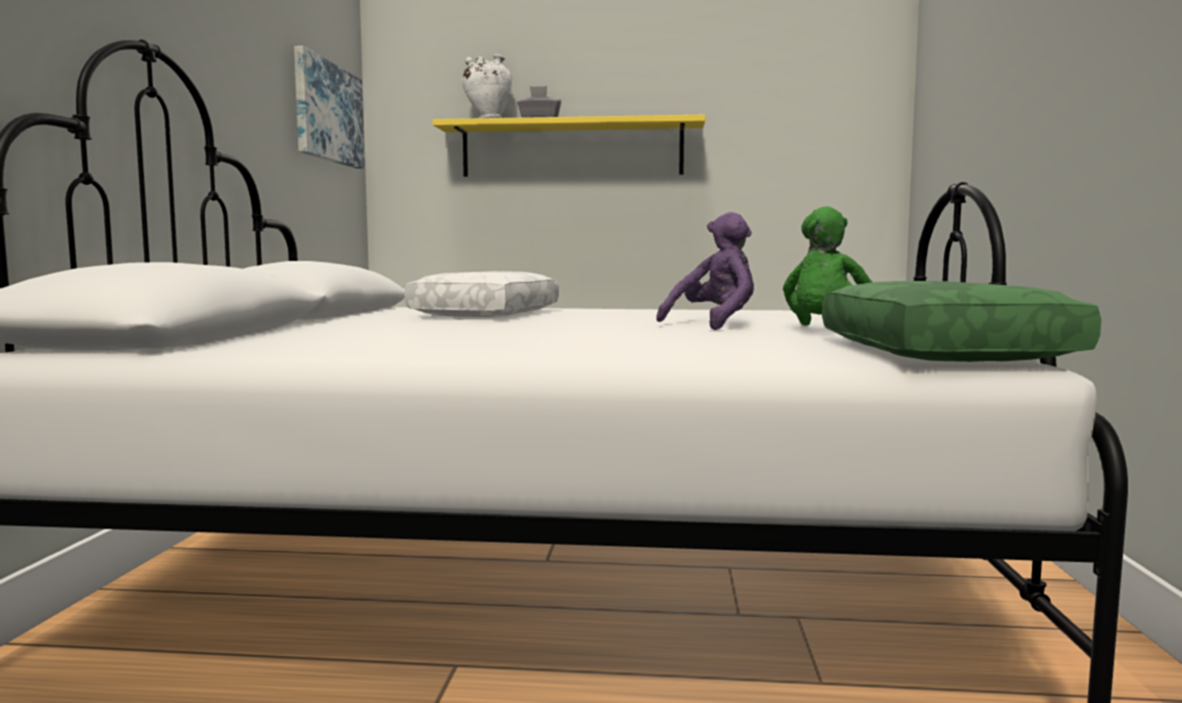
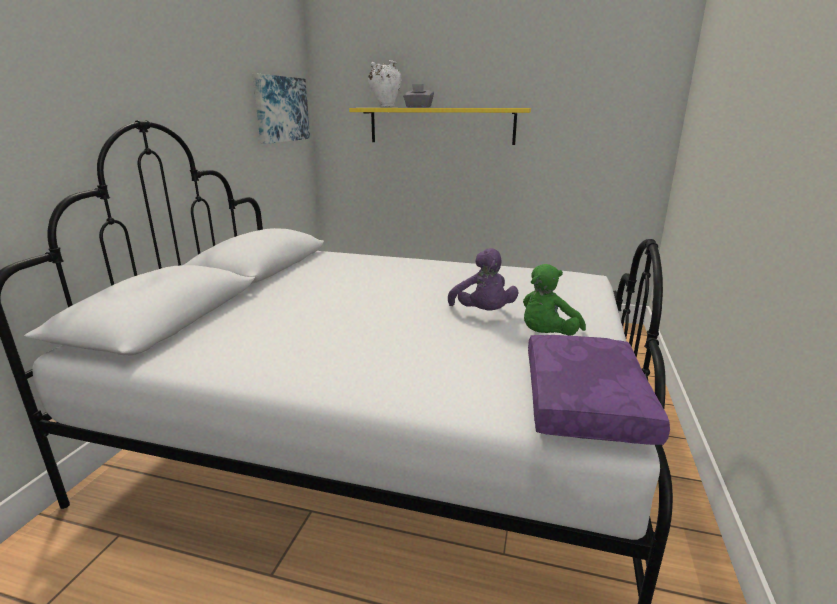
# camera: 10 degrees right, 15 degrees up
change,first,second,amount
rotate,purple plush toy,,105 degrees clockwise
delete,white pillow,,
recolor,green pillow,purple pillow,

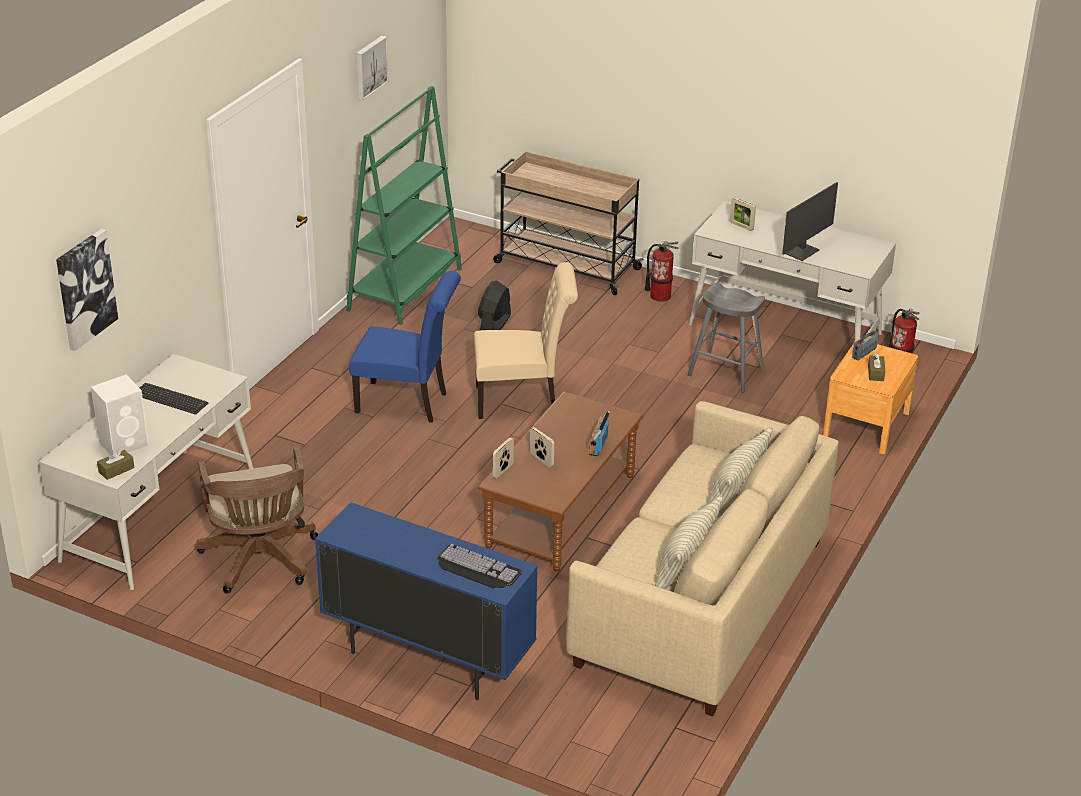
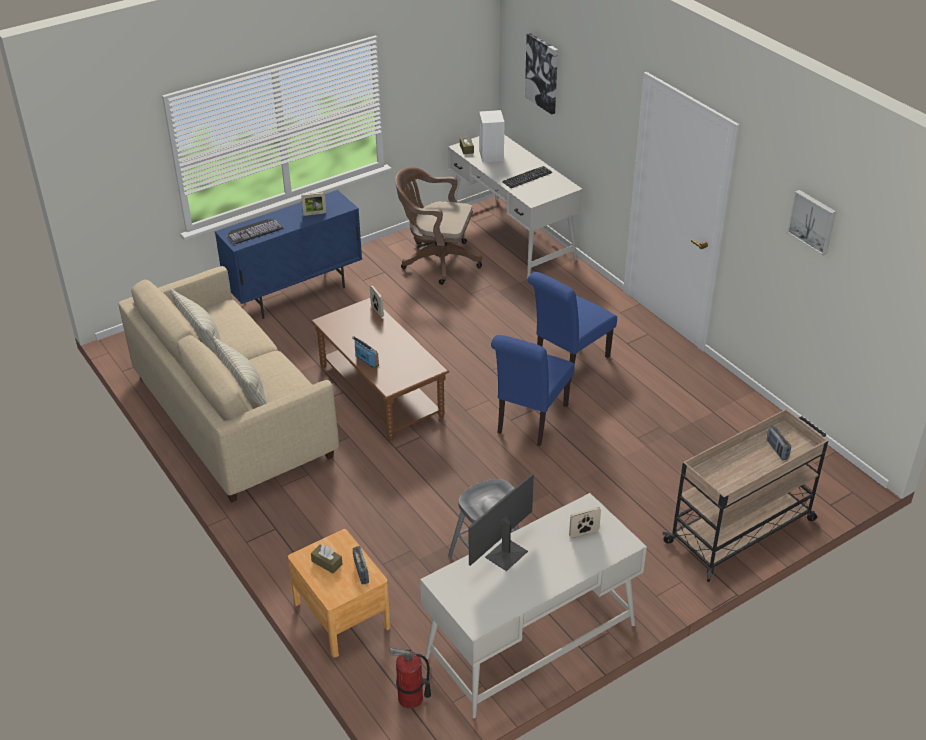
# camera: 120 degrees right, 5 degrees up
change,first,second,amount
delete,green bookcase,,
rotate,monitor,,60 degrees clockwise
delete,fire extinguisher (1st from left),,
recolor,beige chair,blue chair (1st from left),
delete,black fan,,
move,picture frame (2nd from left in the first image),picture frame (1st from left),
insert,,radio (3rd from left),

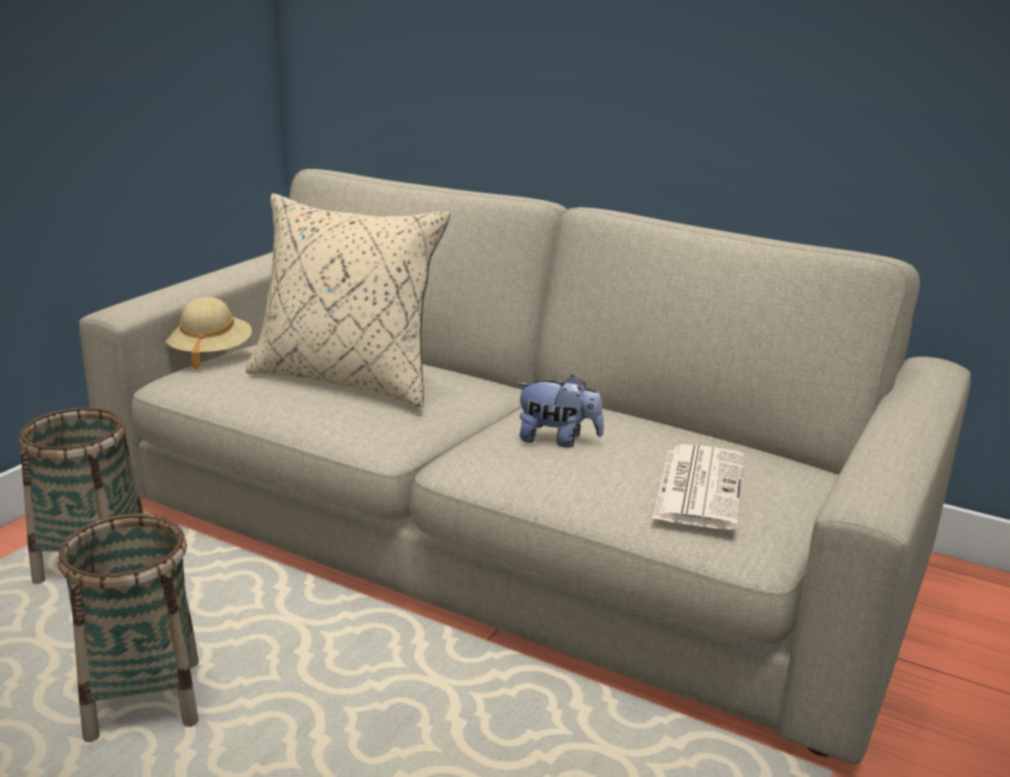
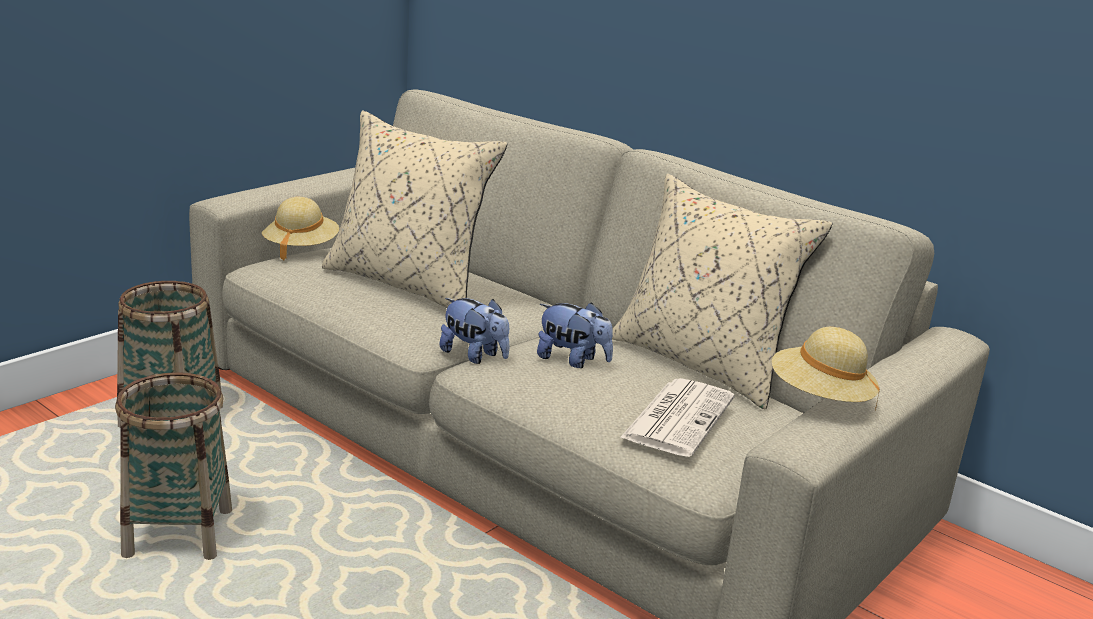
# camera: 10 degrees right, 0 degrees up
change,first,second,amount
insert,,beige pillow (2nd from left),
insert,,plush toy (1st from left),
insert,,beige hat (2nd from left),

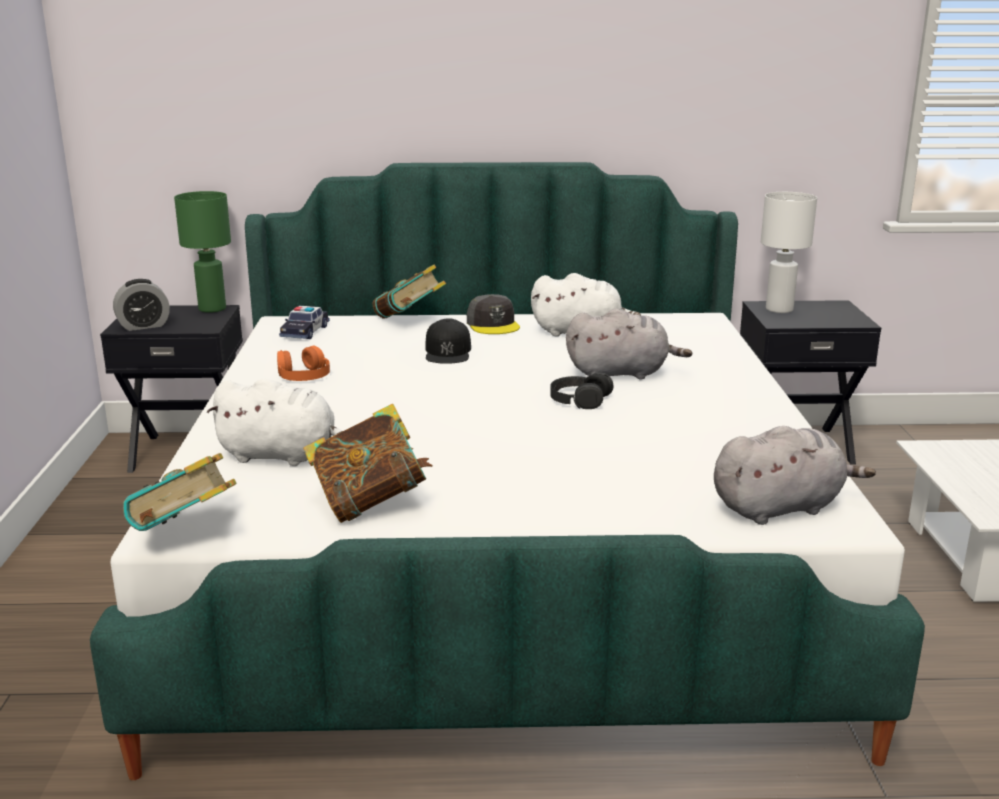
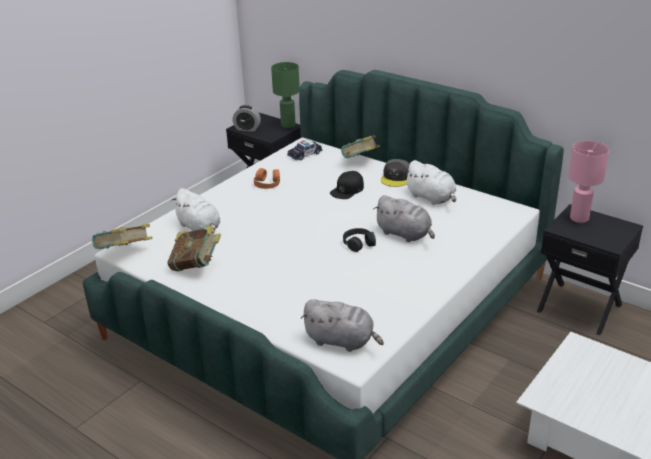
# camera: 40 degrees right, 10 degrees up
change,first,second,amount
recolor,white table lamp,pink table lamp,

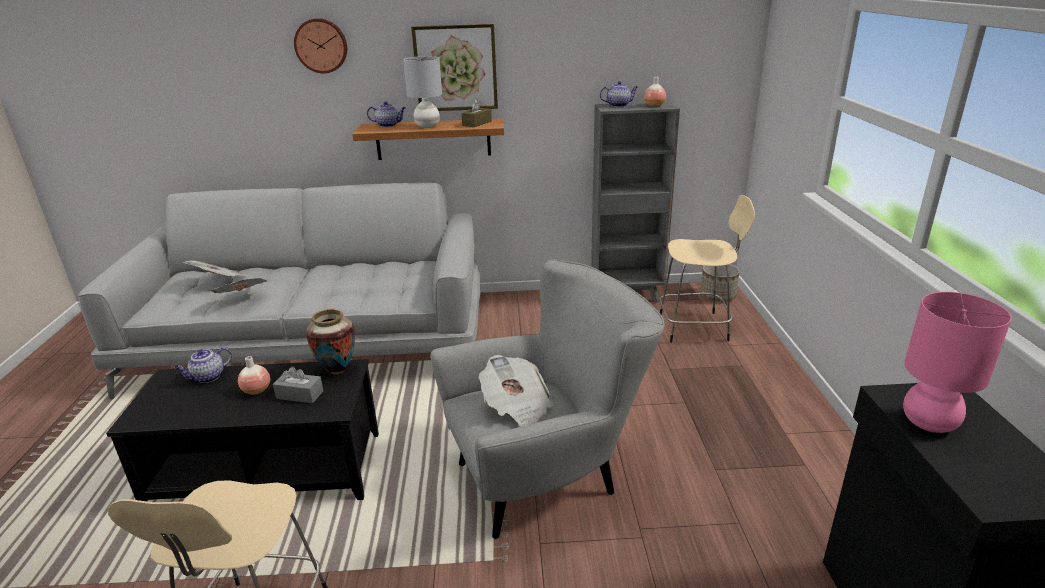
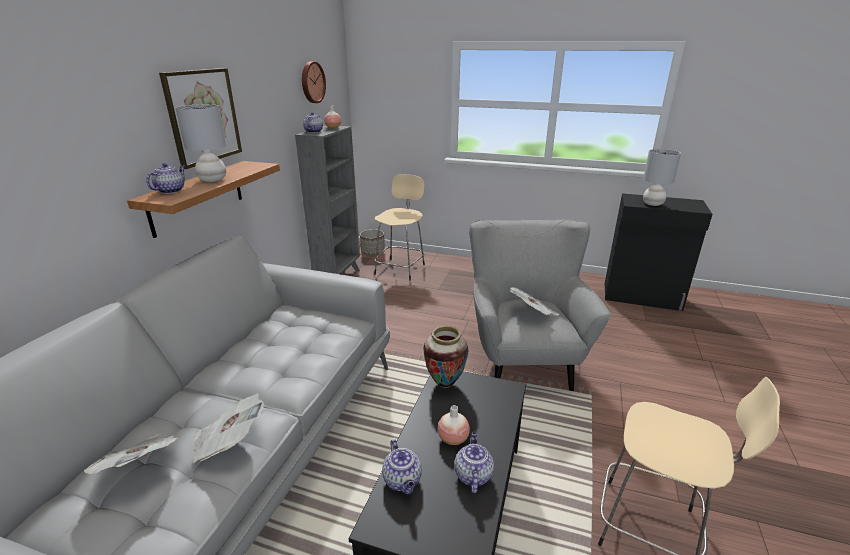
# camera: 70 degrees left, 0 degrees up
change,first,second,amount
move,wall clock,,
delete,brown tissue box,,
recolor,pink table lamp,grey table lamp (2nd from left),
delete,grey tissue box,,
insert,,teapot (4th from left),

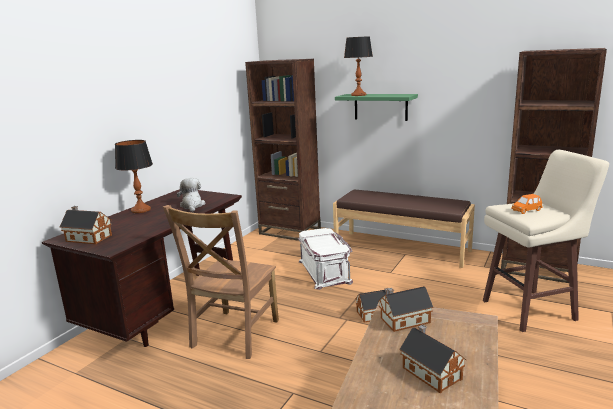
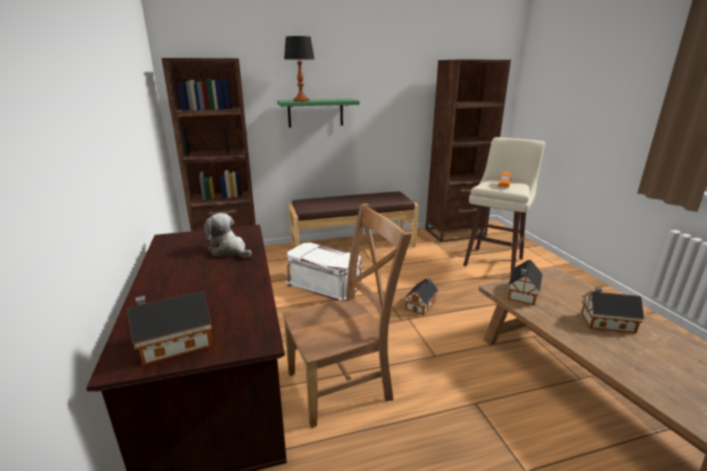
# camera: 45 degrees left, 5 degrees up
change,first,second,amount
delete,table lamp (1st from left),,
rotate,brown chair,,90 degrees counterclockwise

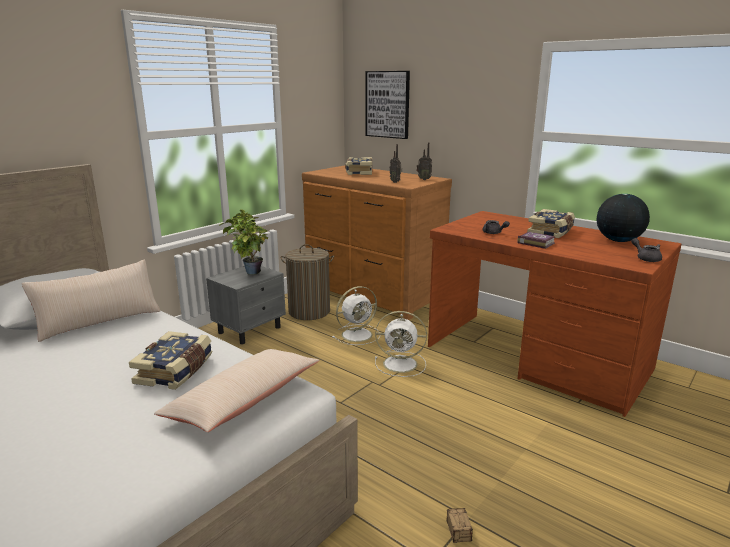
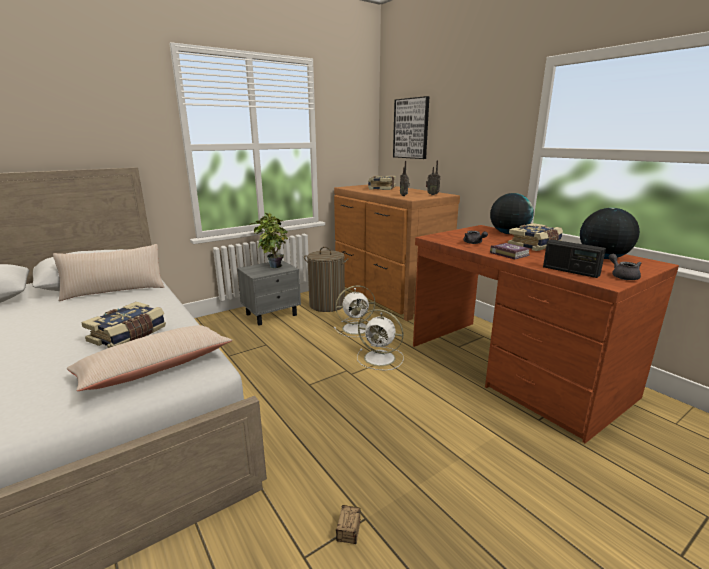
# camera: 15 degrees right, 0 degrees up
change,first,second,amount
insert,,globe (1st from left),
insert,,radio (3rd from left),

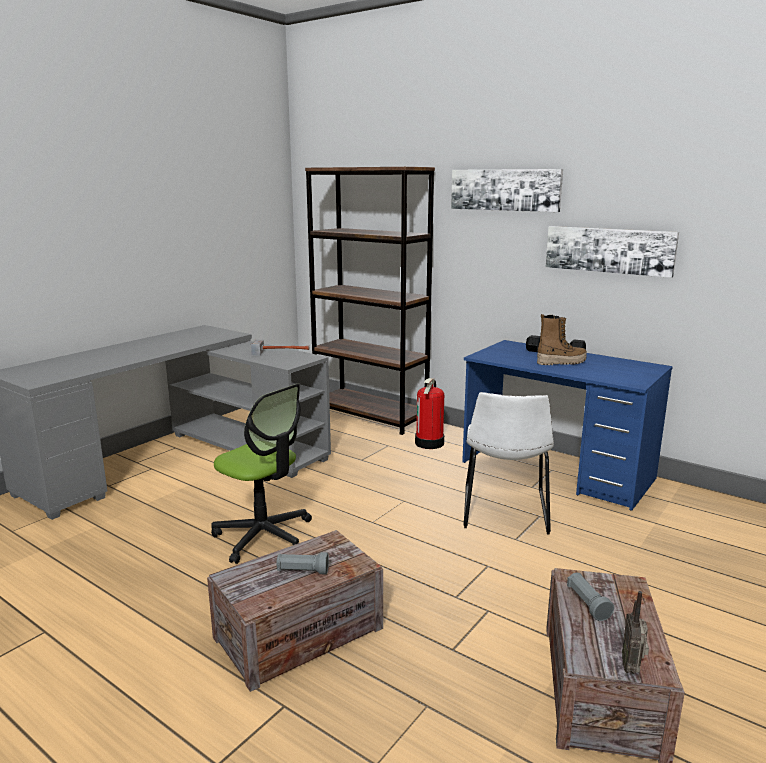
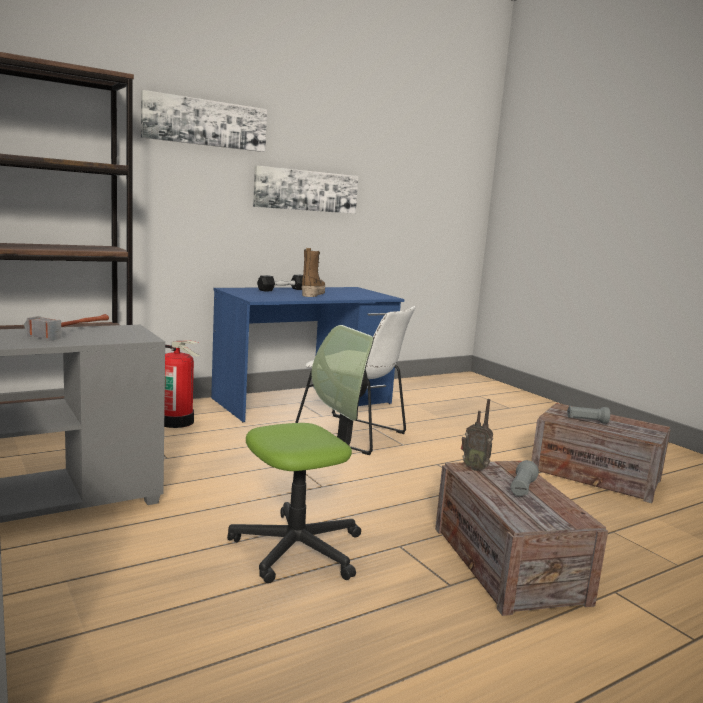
# camera: 70 degrees left, 5 degrees down
change,first,second,amount
move,radio,,

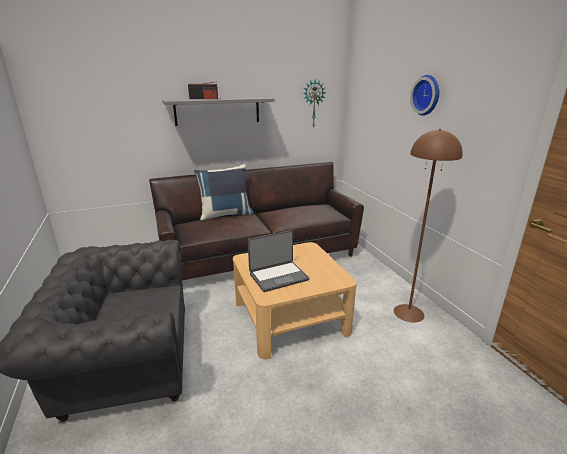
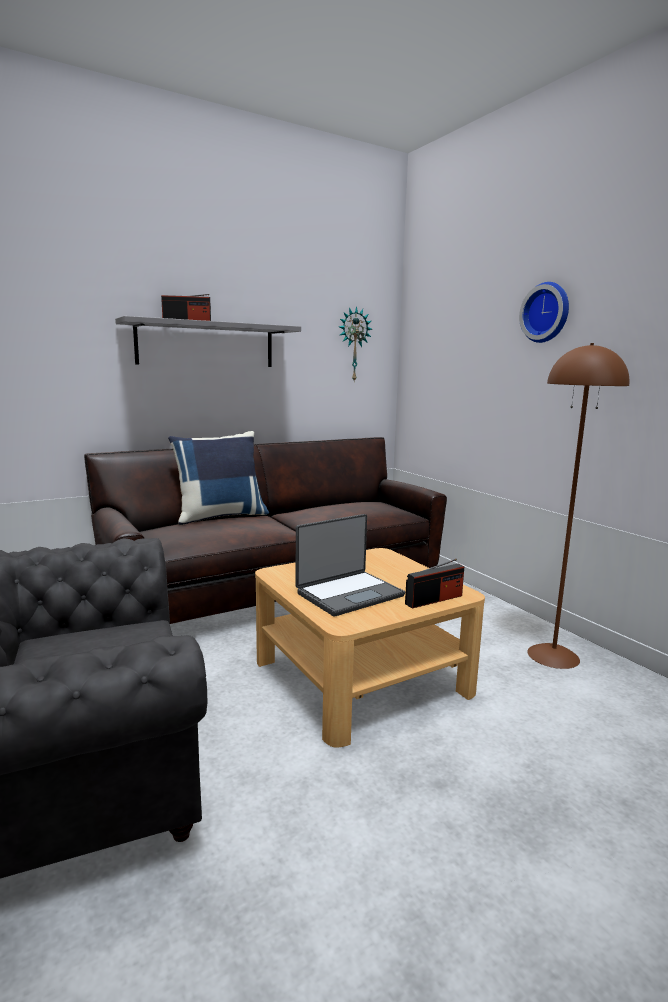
# camera: 10 degrees left, 10 degrees down
change,first,second,amount
insert,,radio (2nd from left),

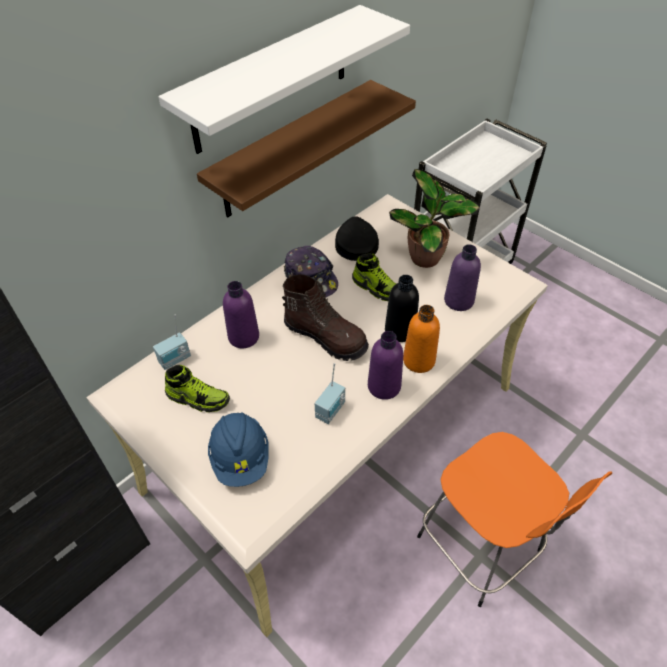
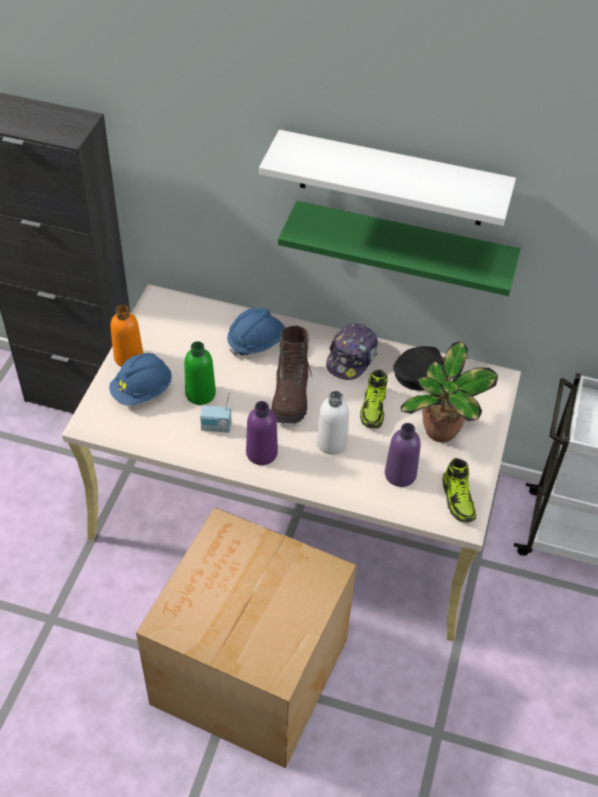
# camera: 60 degrees right, 0 degrees up
change,first,second,amount
recolor,brown shelf,green shelf,
recolor,black bottle,white bottle,
replace,purple bottle (1st from left),blue hard hat (2nd from left),
move,orange bottle,,
delete,radio (1st from left),,
move,shoe (1st from left in the first image),shoe (2nd from left),
replace,orange stool,cardboard box,
insert,,green bottle,

